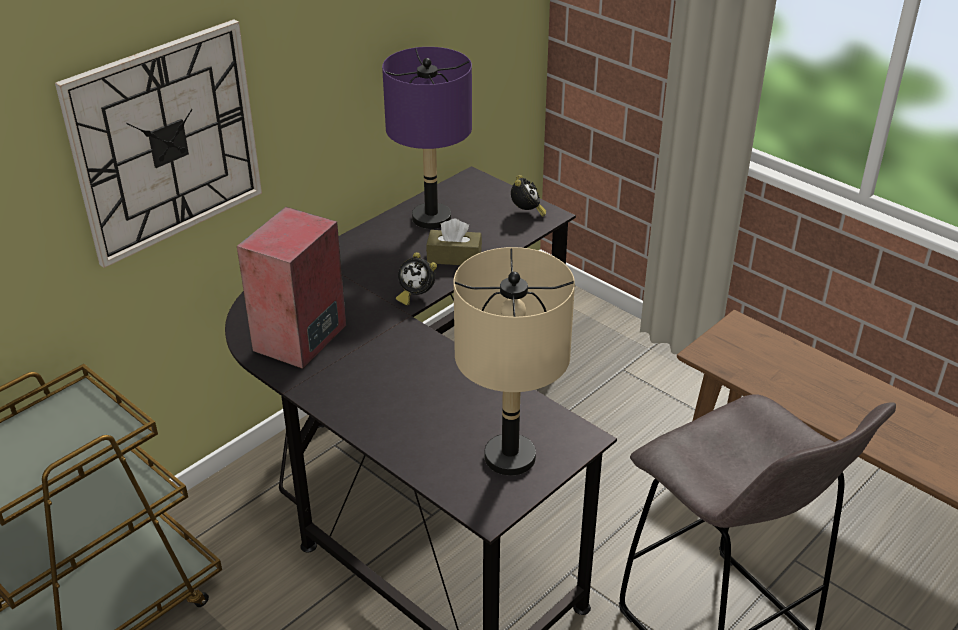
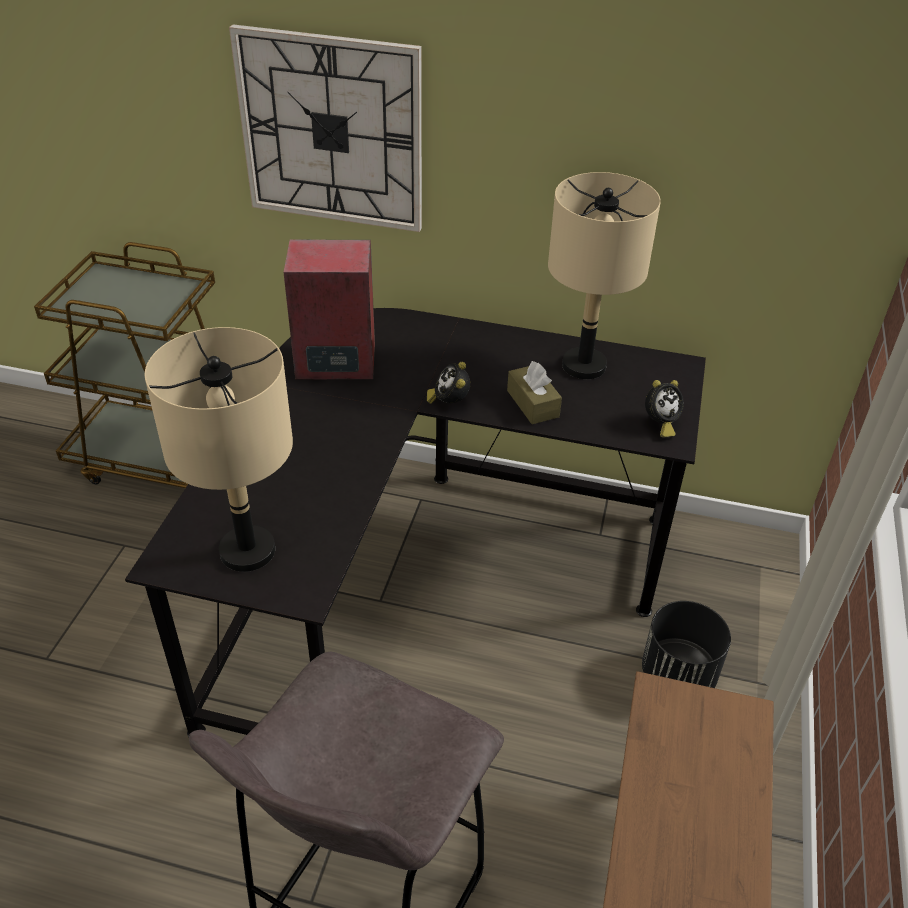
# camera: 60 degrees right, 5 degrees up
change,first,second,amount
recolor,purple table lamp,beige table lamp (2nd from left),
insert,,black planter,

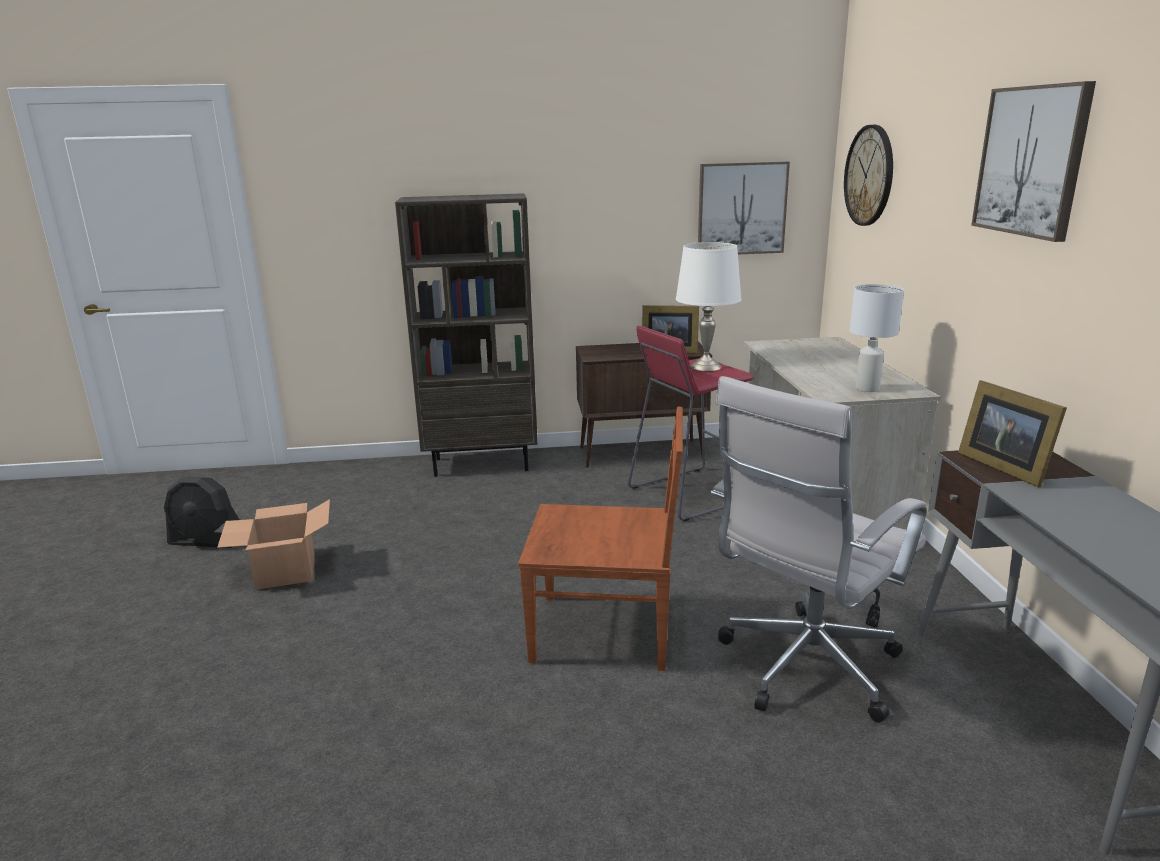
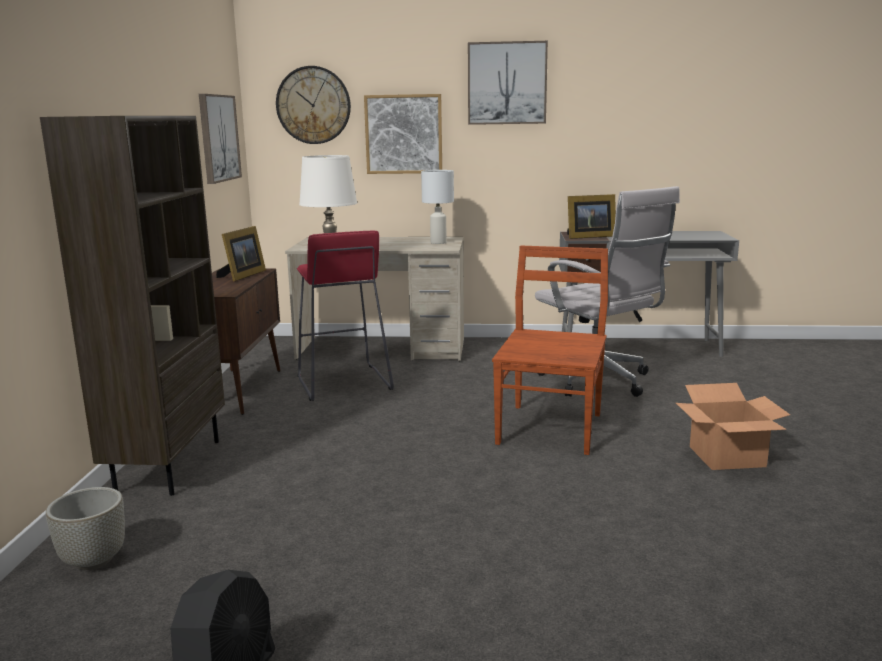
# camera: 80 degrees left, 5 degrees down
change,first,second,amount
move,cardboard box,,
insert,,picture (2nd from left),
insert,,grey planter,

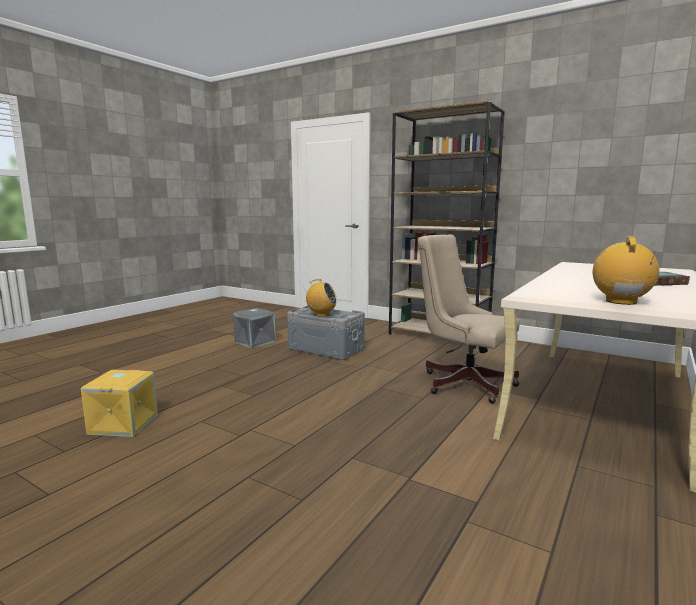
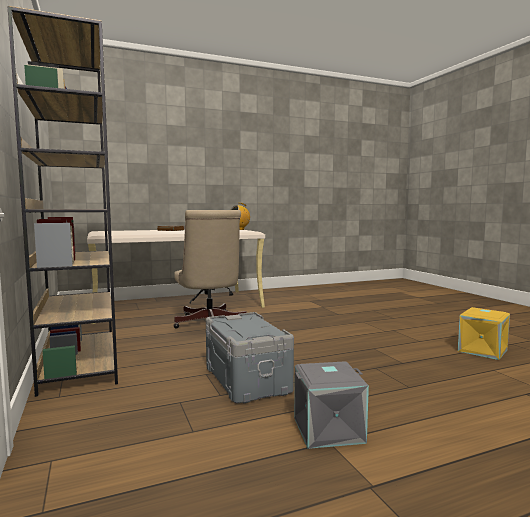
# camera: 145 degrees left, 5 degrees down
change,first,second,amount
delete,radio (1st from left),,

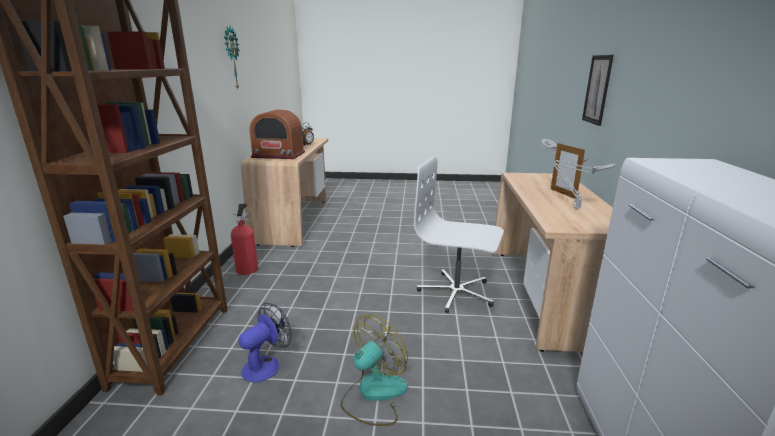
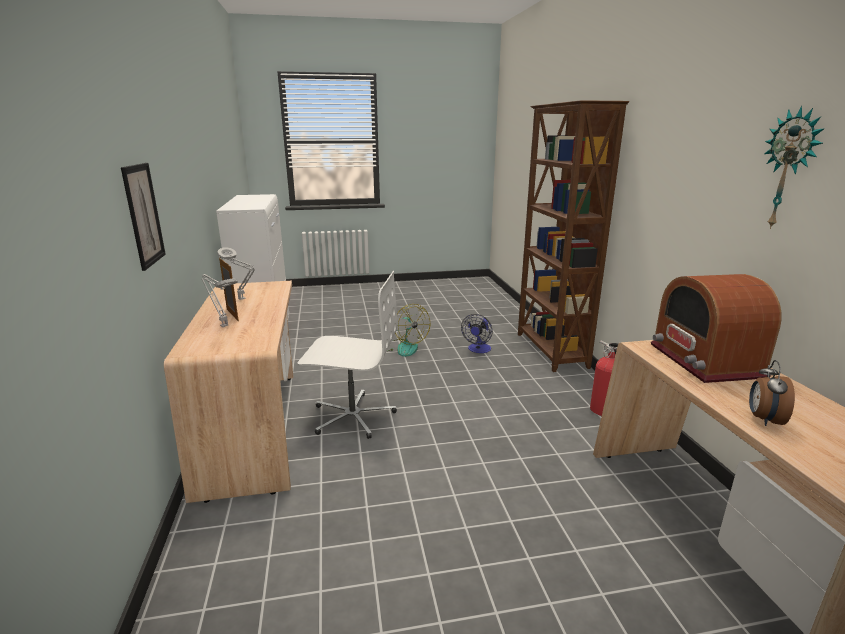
# camera: 165 degrees right, 0 degrees up
change,first,second,amount
rotate,radio,,90 degrees counterclockwise
rotate,fan (2nd from left in the first image),fan (1st from left),60 degrees counterclockwise

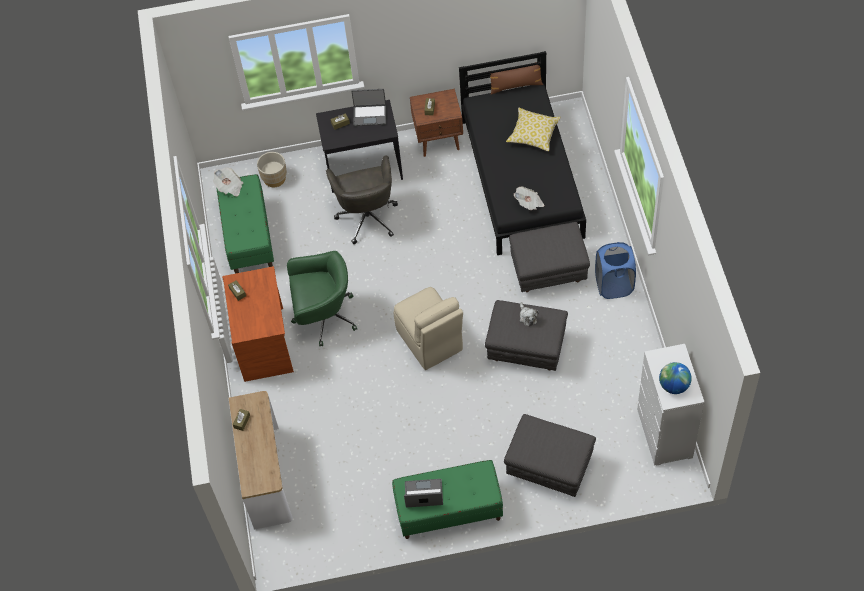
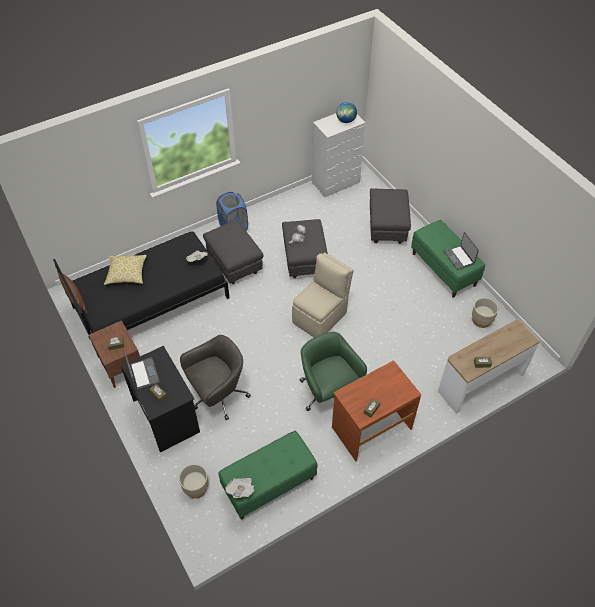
# camera: 115 degrees left, 5 degrees down
change,first,second,amount
insert,,beige planter (2nd from left),

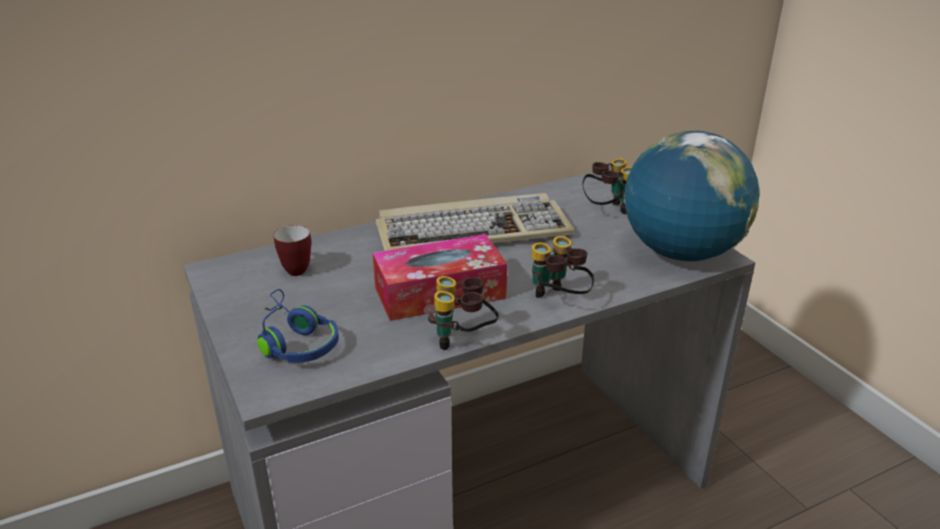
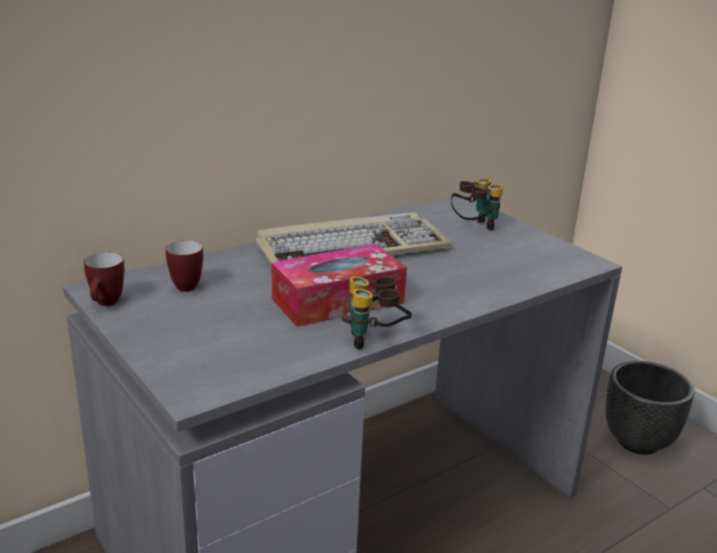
# camera: 10 degrees left, 5 degrees down
change,first,second,amount
delete,globe,,
delete,binoculars (2nd from left),,
delete,blue headphones,,
insert,,mug (1st from left),
insert,,black planter,

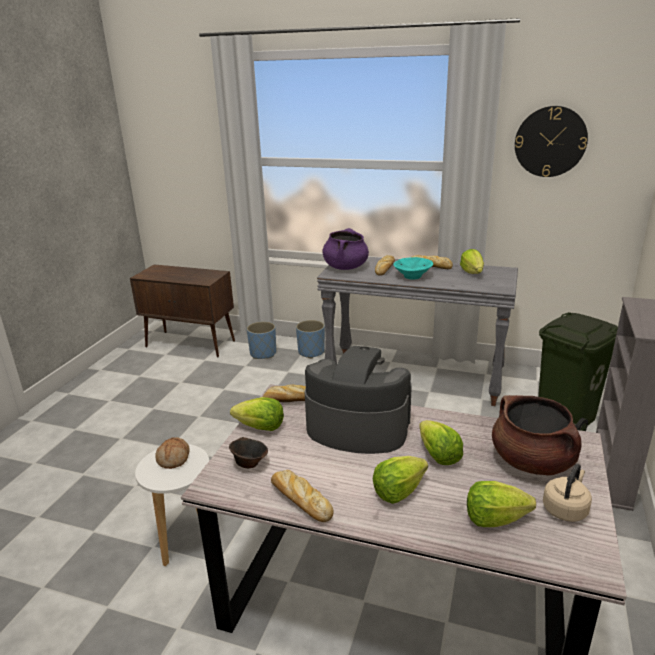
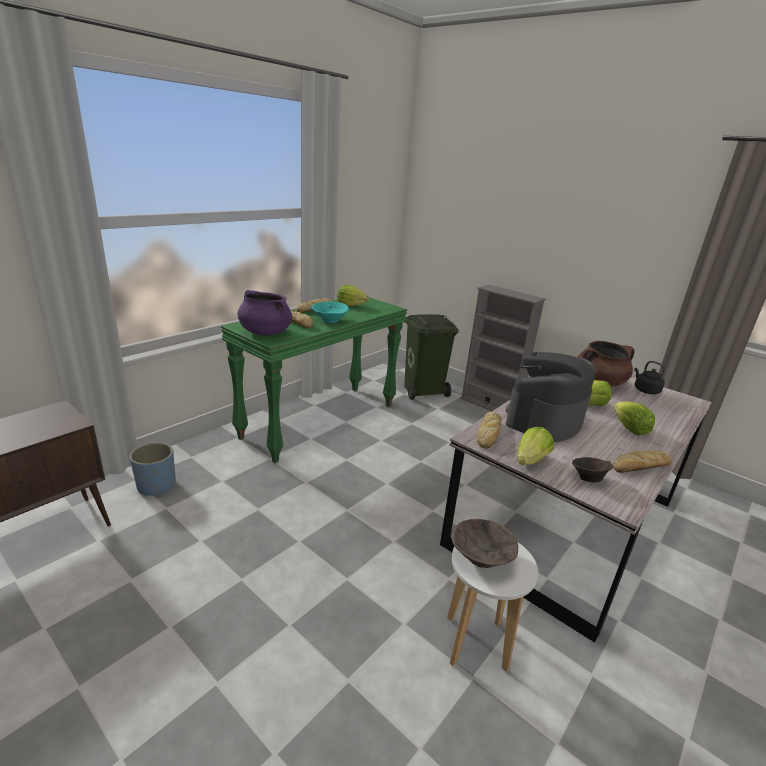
# camera: 70 degrees left, 0 degrees up
change,first,second,amount
delete,wall clock,,
recolor,grey console table,green console table,
delete,blue planter (2nd from left),,
replace,bread (1st from left),brown bowl (1st from left),
recolor,beige kettle,black kettle,
delete,lettuce (5th from left),,

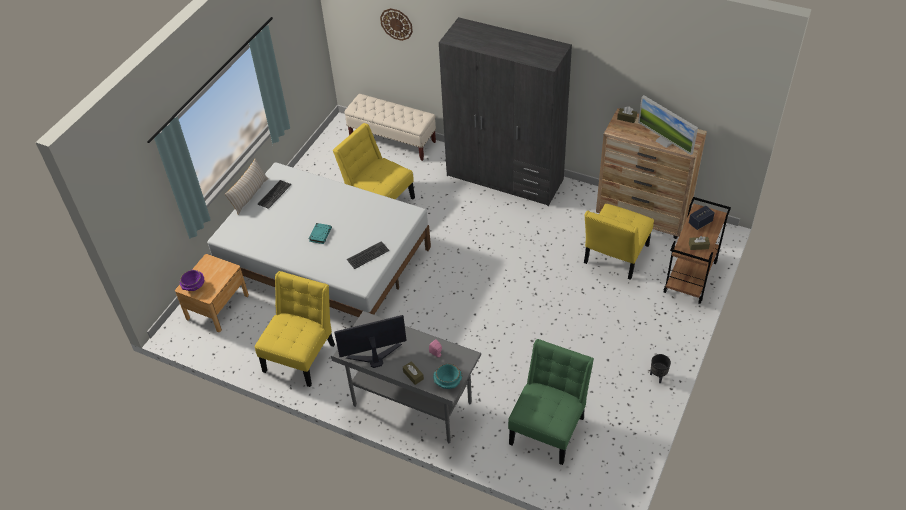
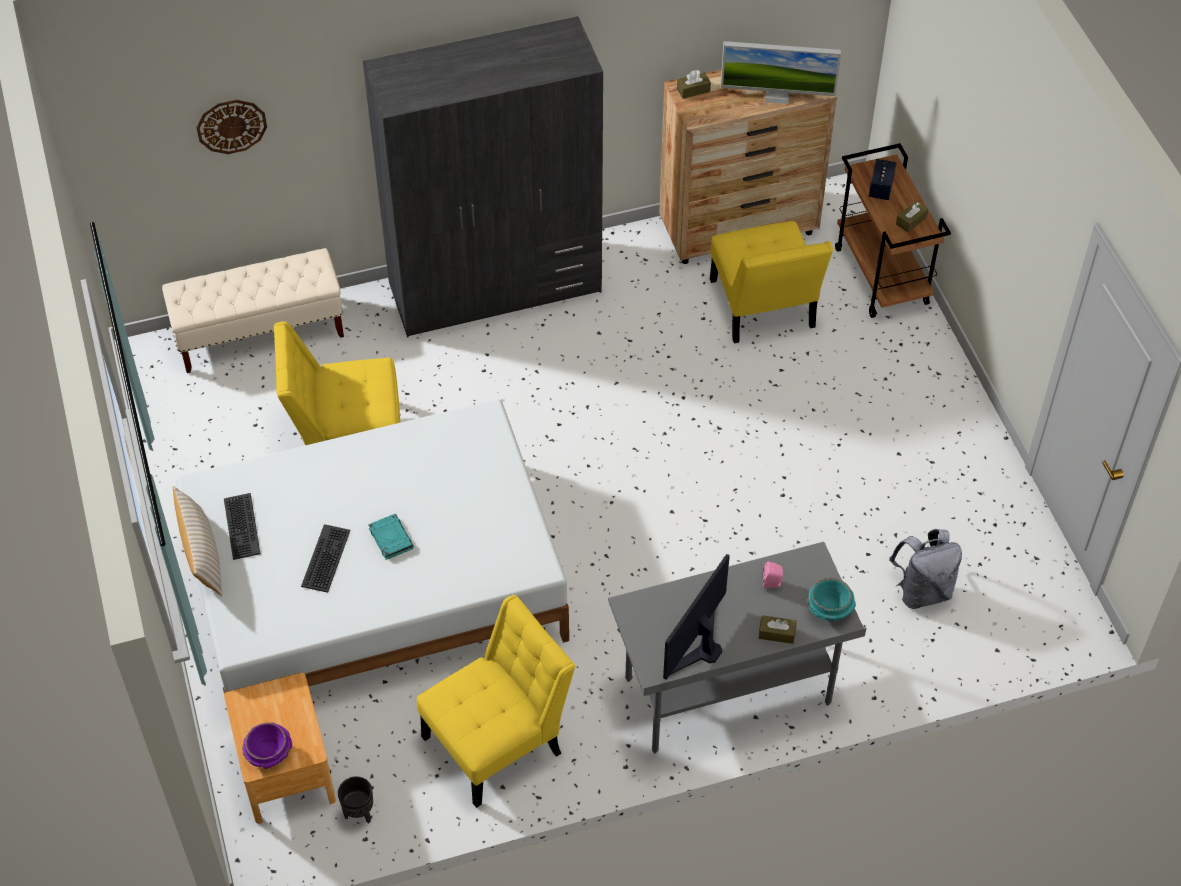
# camera: 45 degrees left, 5 degrees up
change,first,second,amount
move,keyboard (2nd from left),,
rotate,yellow chair (1st from left in the first image),yellow chair (2nd from left),75 degrees clockwise
replace,green chair,grey backpack,
move,black planter,,

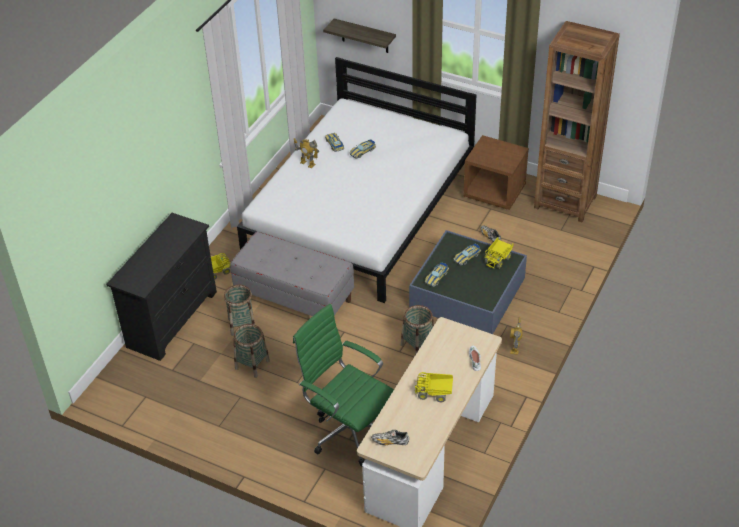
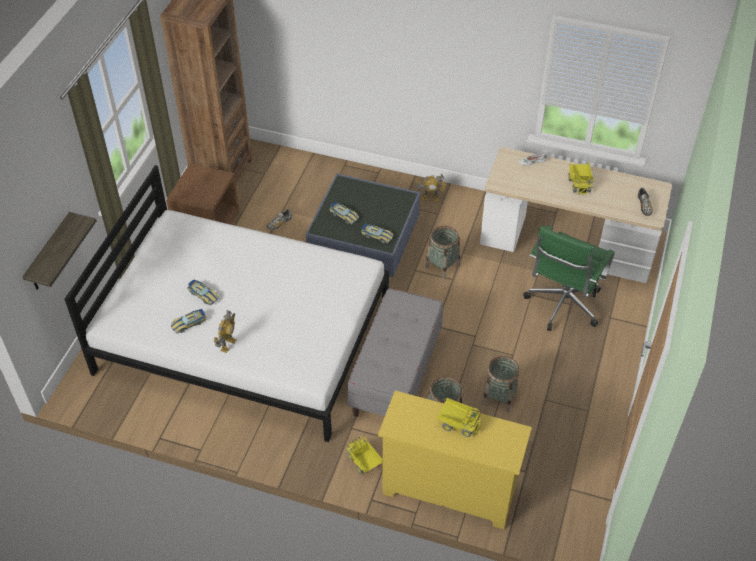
# camera: 100 degrees left, 5 degrees up
change,first,second,amount
recolor,black dresser,yellow dresser,
move,toy truck (3rd from left in the first image),toy truck (2nd from left),

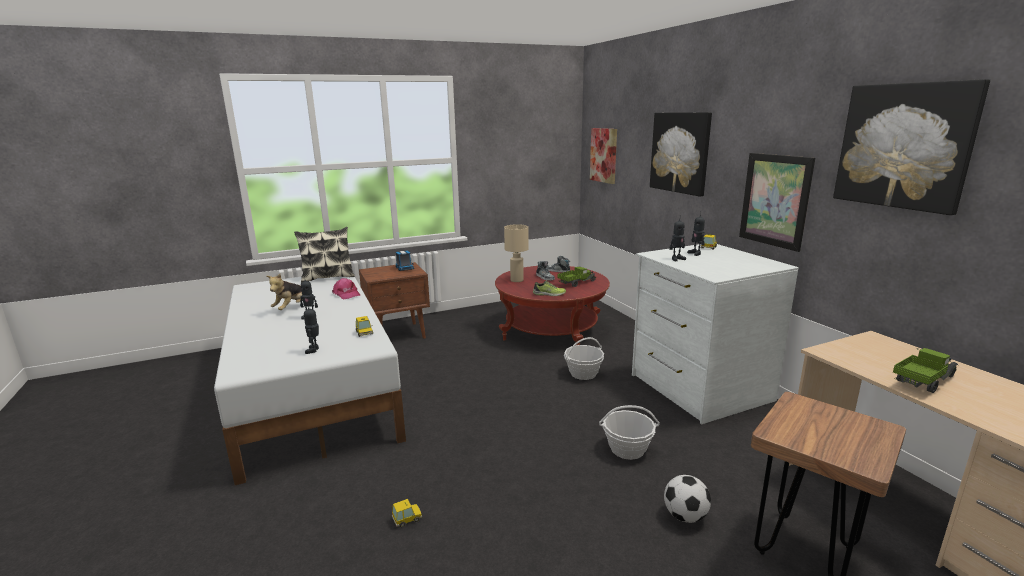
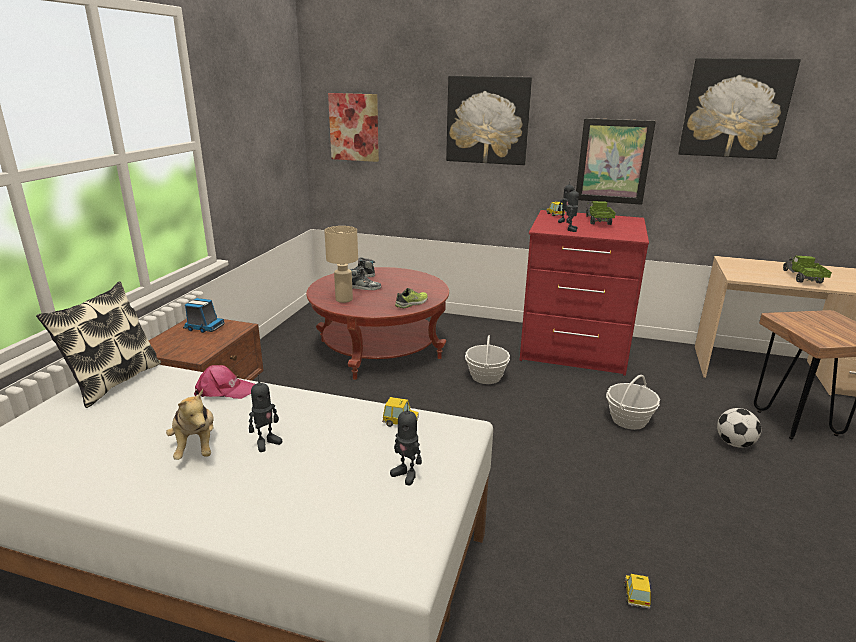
# camera: 50 degrees left, 5 degrees up
change,first,second,amount
recolor,white dresser,red dresser,
move,toy truck (2nd from left),,

